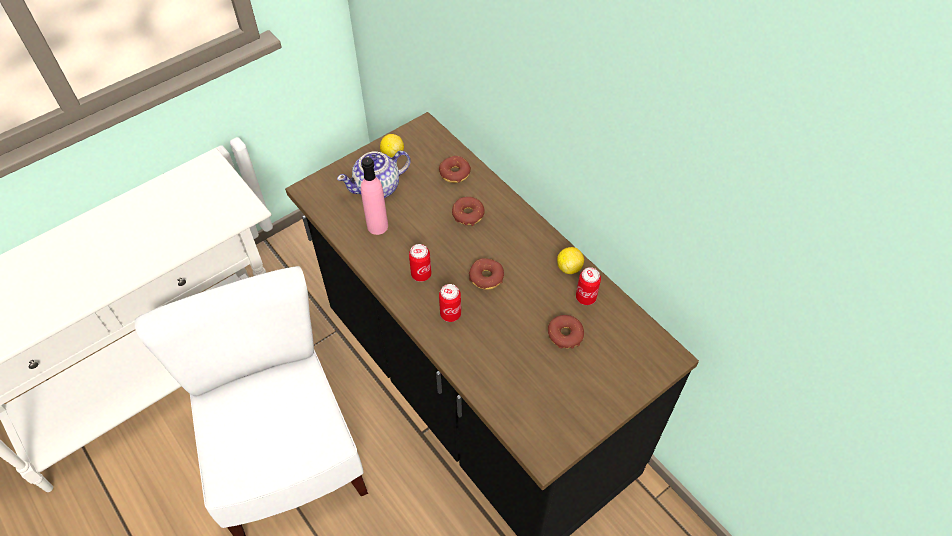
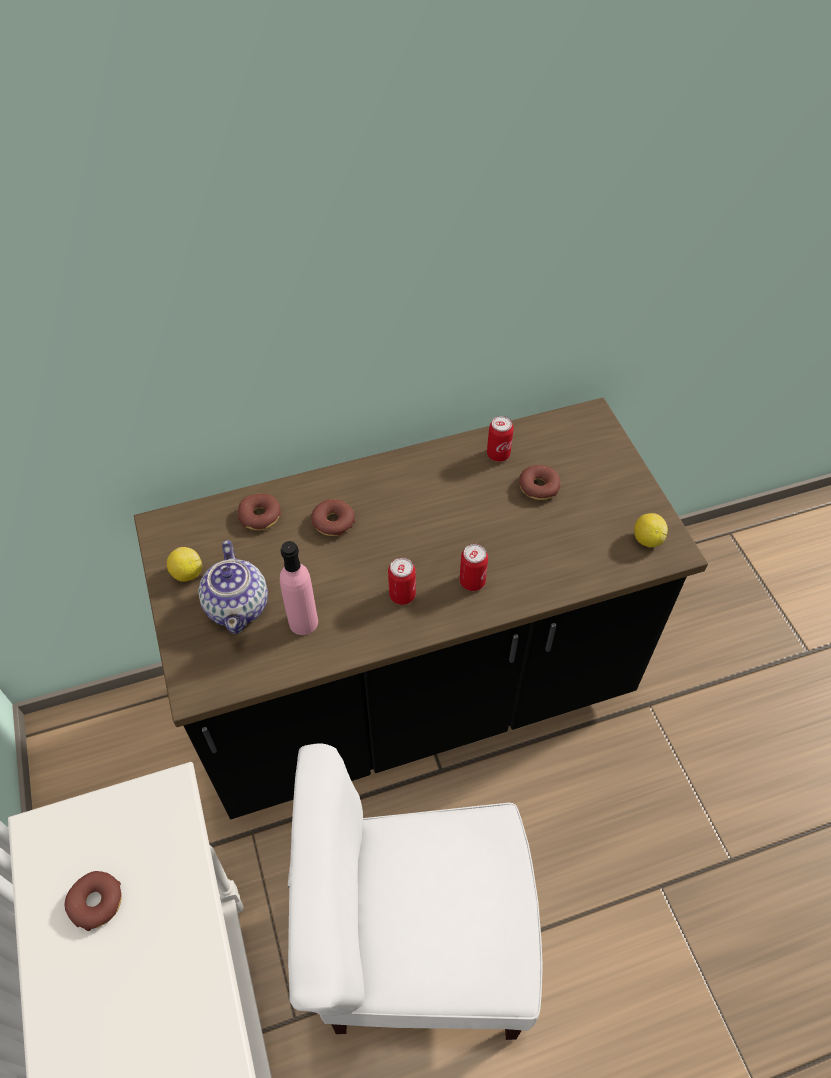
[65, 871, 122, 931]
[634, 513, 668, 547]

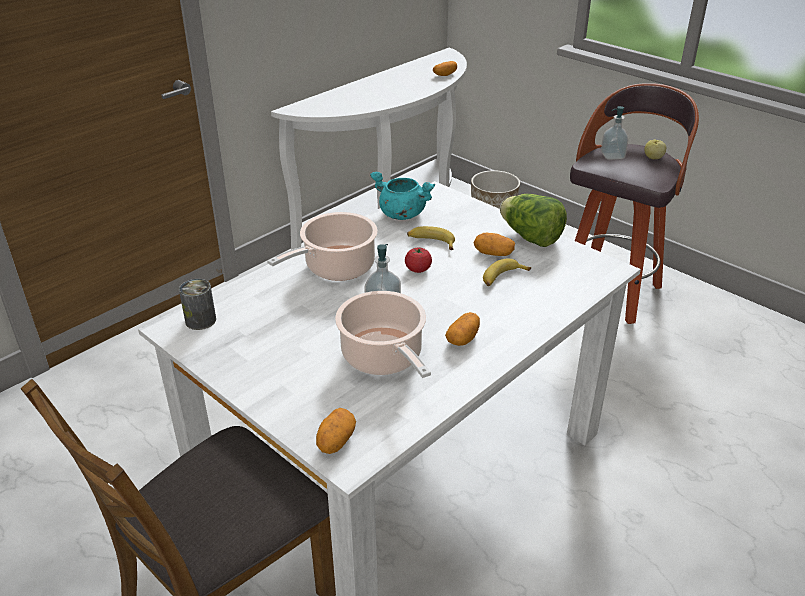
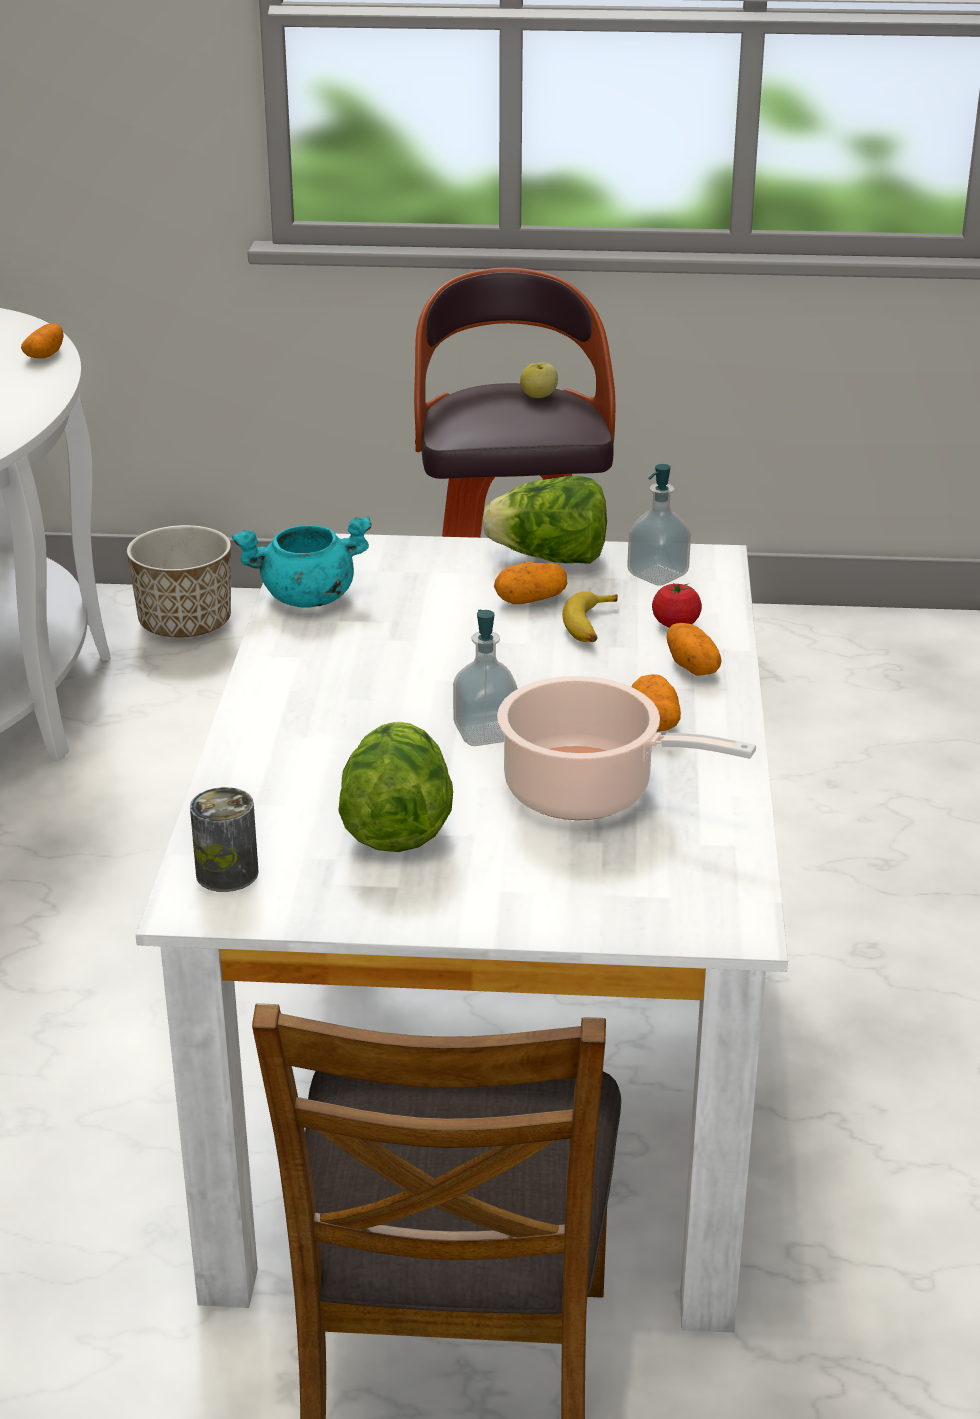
[267, 212, 378, 281] (first image)
[407, 226, 455, 250] (first image)
[338, 721, 453, 852]
[667, 623, 722, 676]
[652, 583, 702, 628]
[627, 464, 691, 586]

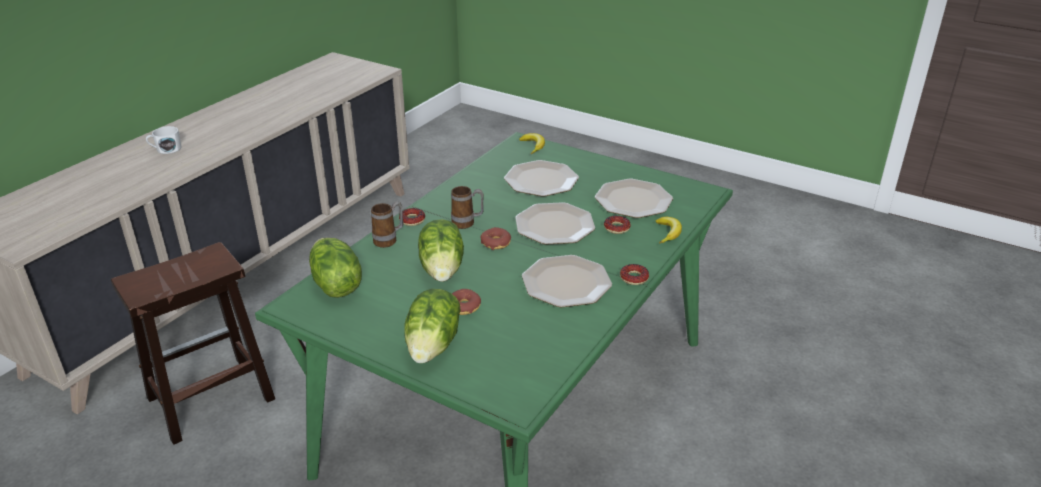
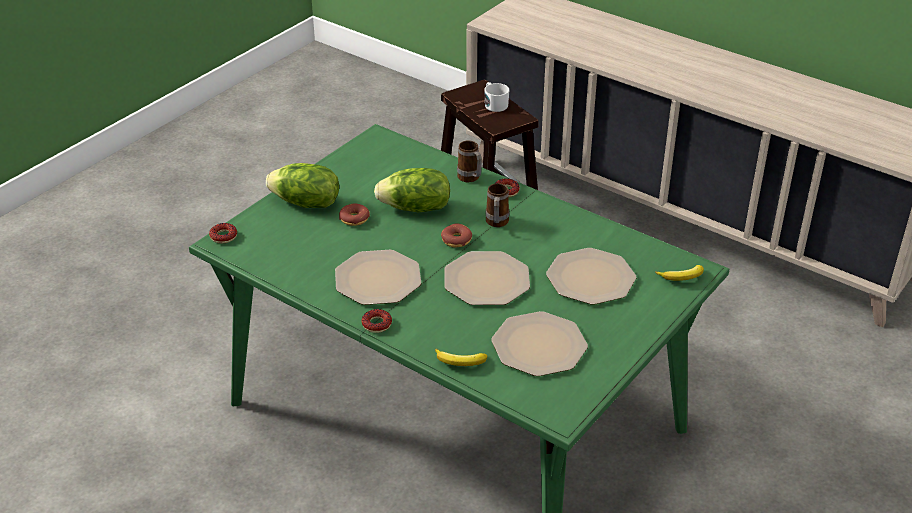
[309, 238, 362, 298] (first image)
[484, 82, 509, 112]
[209, 223, 237, 243]

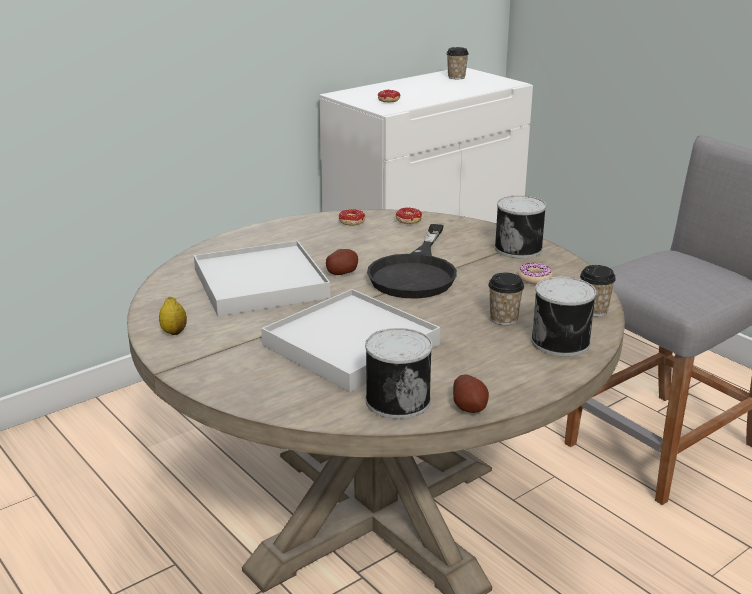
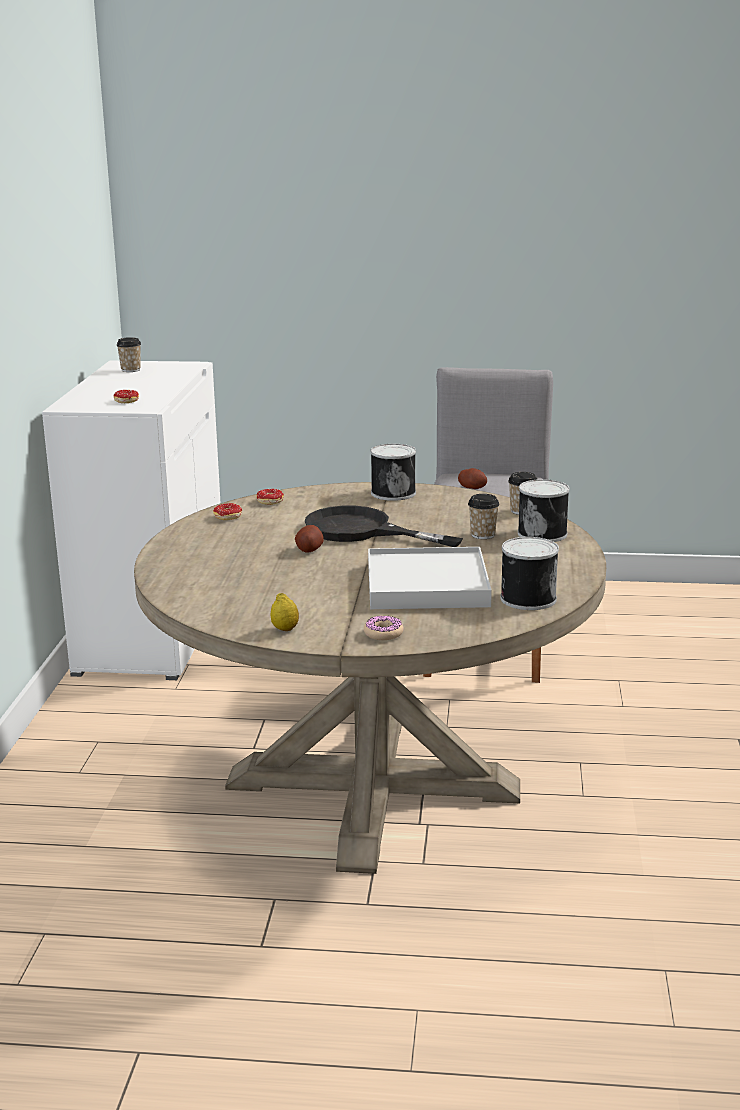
[194, 240, 330, 317] (first image)
[458, 468, 487, 489]
[364, 616, 404, 640]
[305, 506, 463, 547]

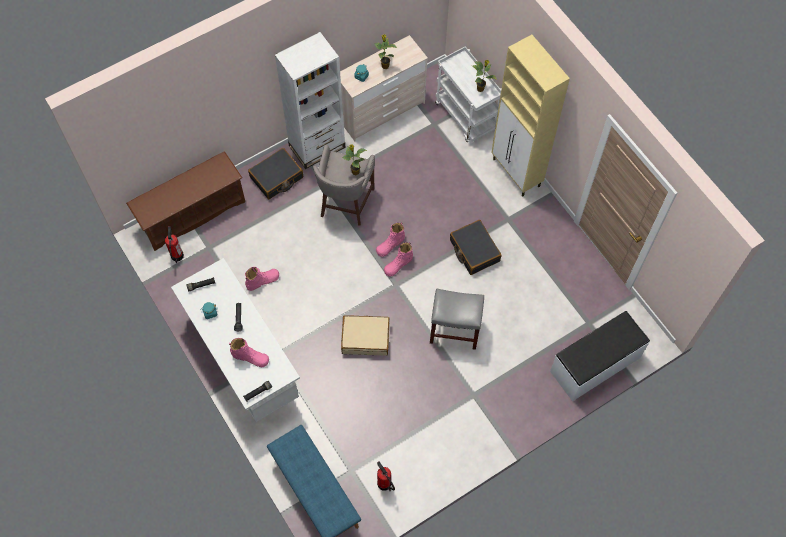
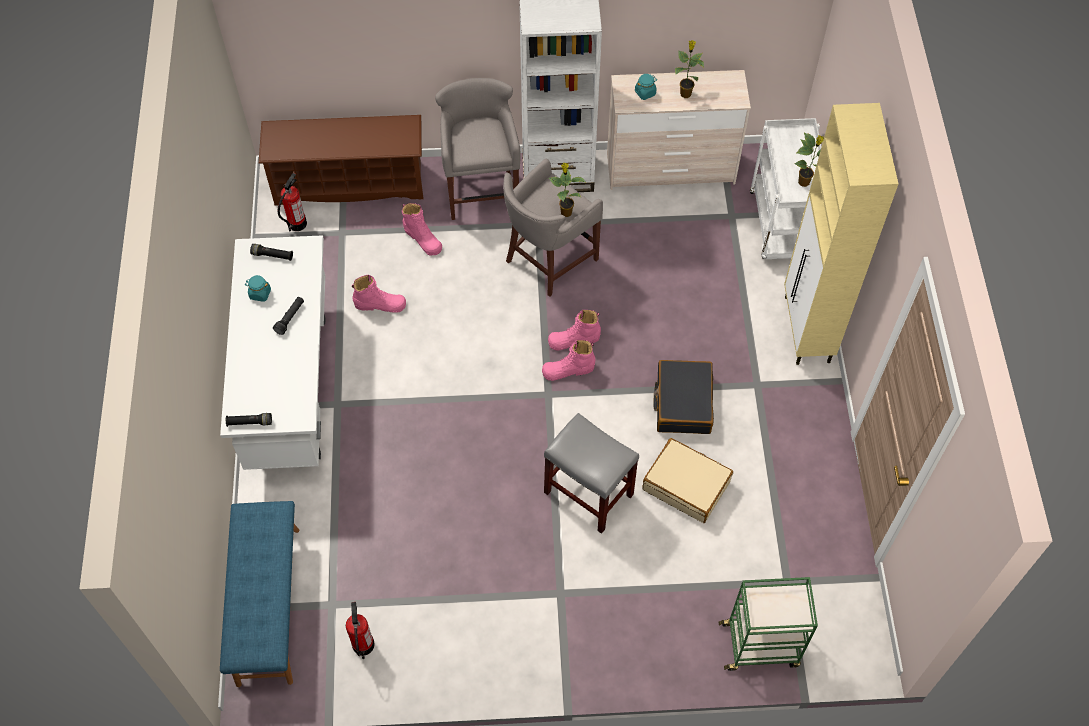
[402, 203, 442, 256]
[642, 438, 733, 523]
[435, 78, 521, 220]
[719, 577, 818, 671]

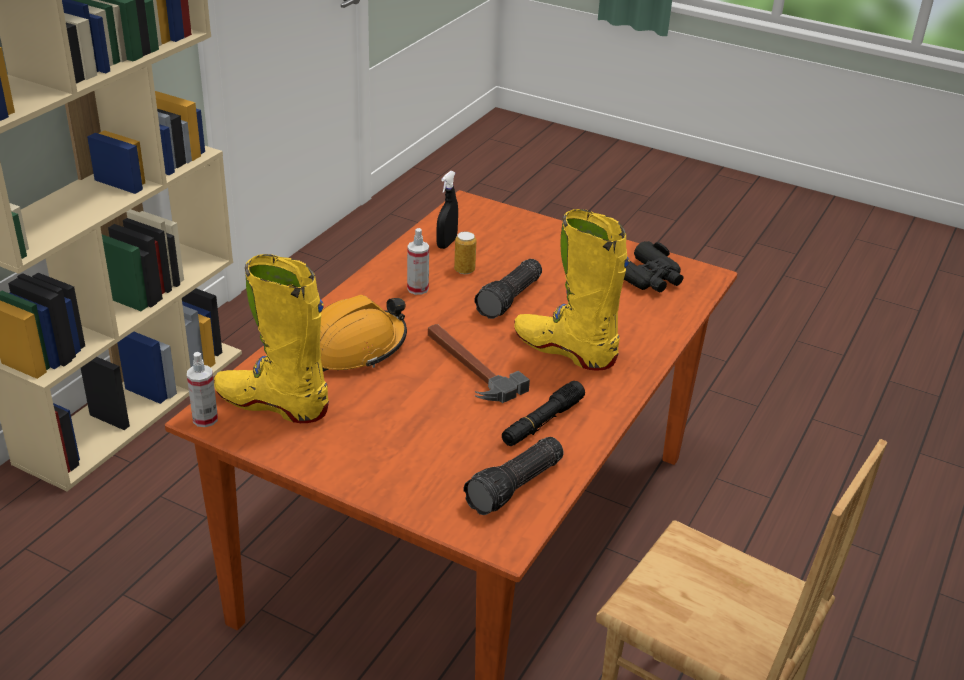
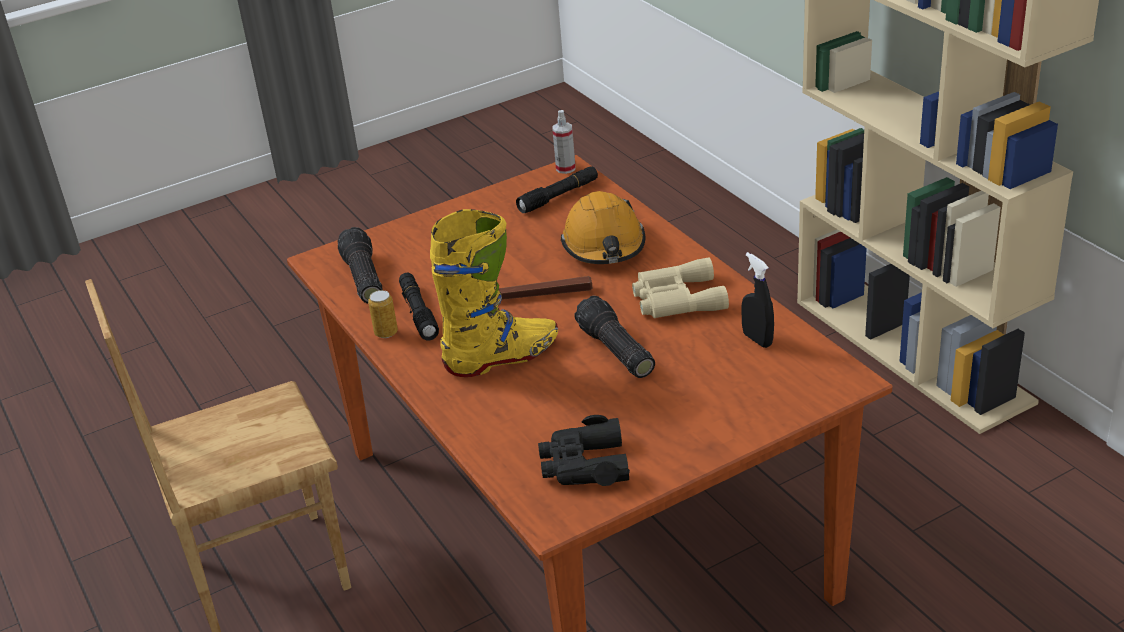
[368, 290, 398, 338]
[516, 166, 598, 213]
[632, 258, 729, 318]

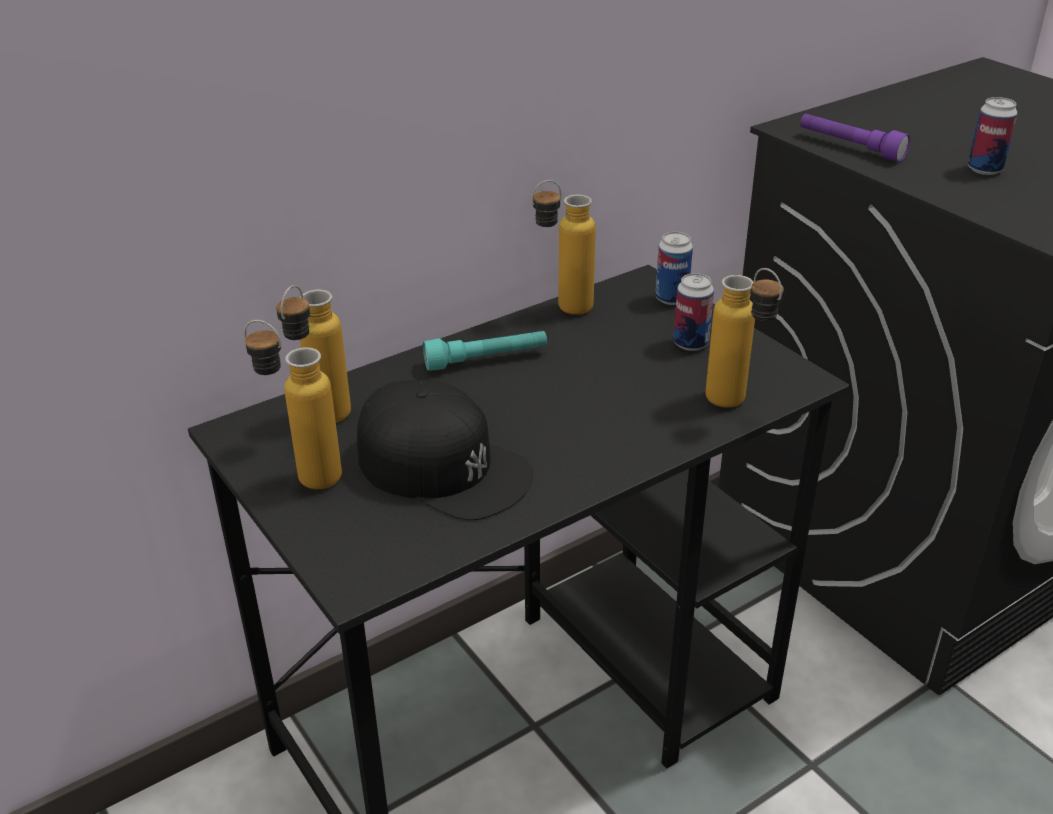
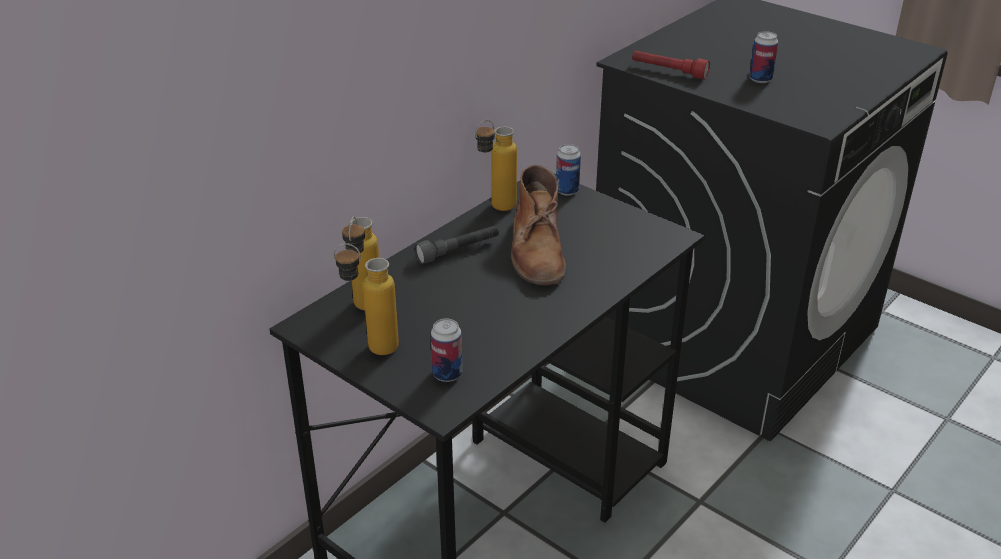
[357, 380, 533, 520] (first image)
[705, 268, 784, 408] (first image)
[511, 165, 566, 285]
[431, 318, 463, 382]
[415, 225, 499, 264]
[632, 51, 710, 79]

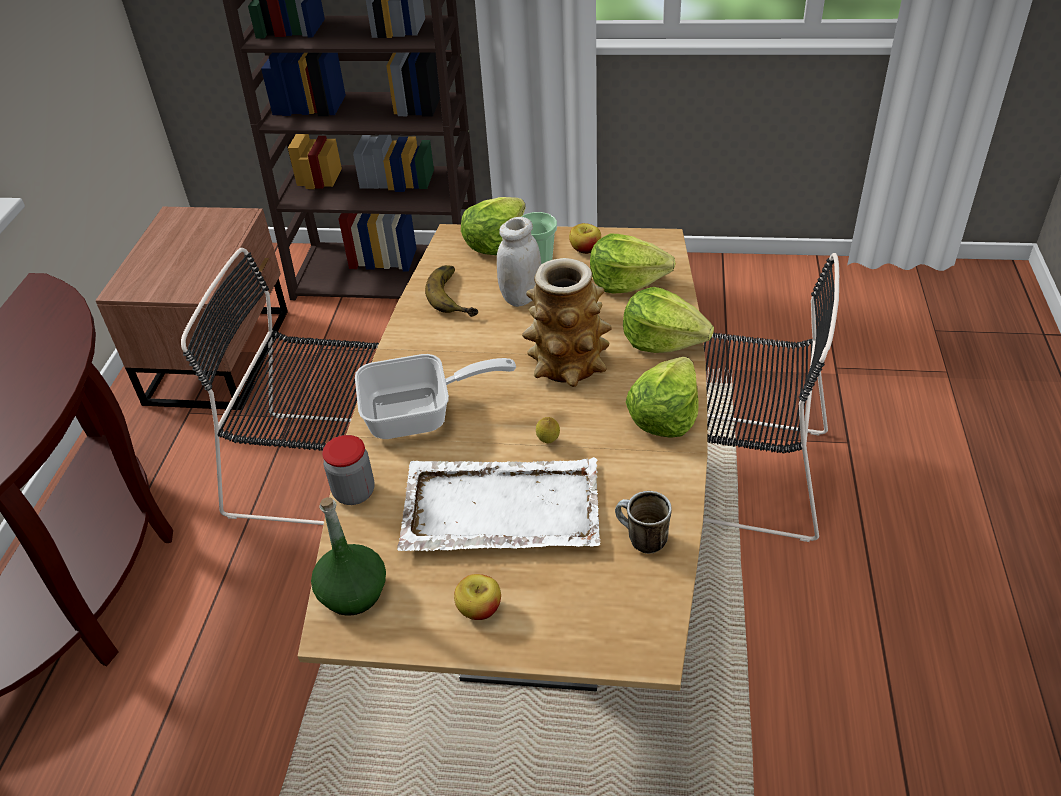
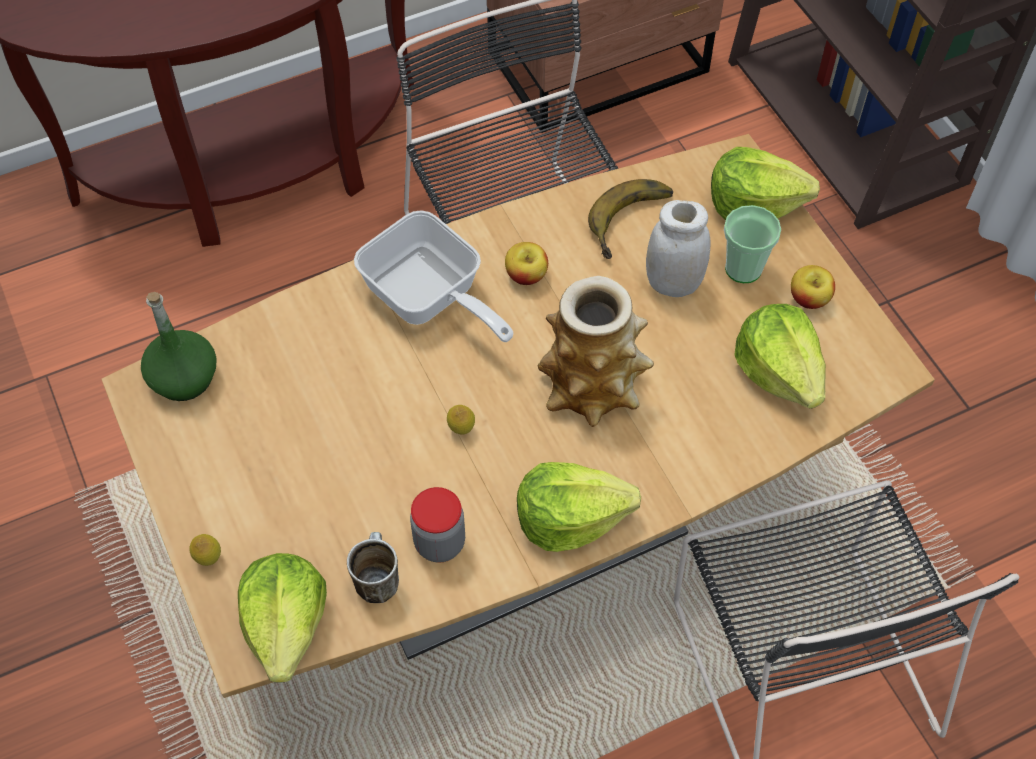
[397, 457, 601, 551] (first image)
[189, 534, 221, 566]
[410, 487, 465, 563]
[505, 242, 548, 285]
[238, 553, 327, 683]

